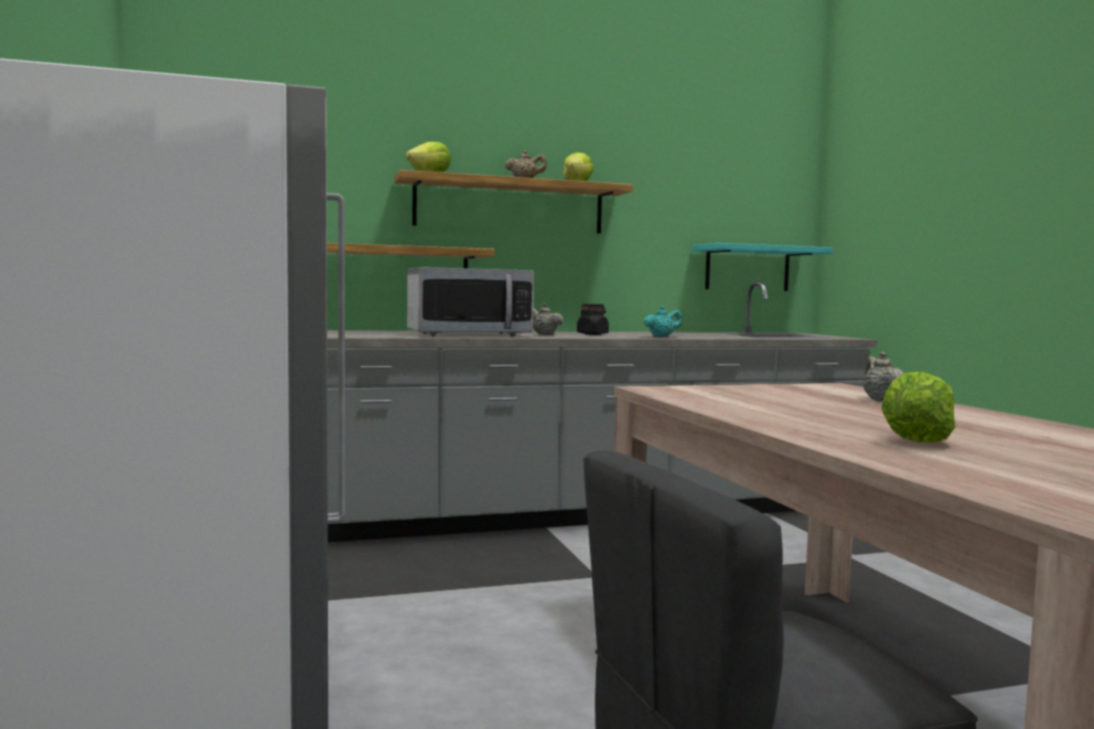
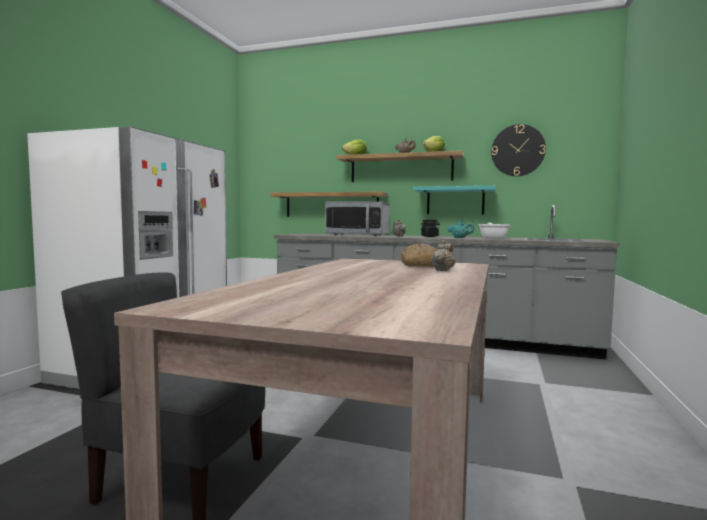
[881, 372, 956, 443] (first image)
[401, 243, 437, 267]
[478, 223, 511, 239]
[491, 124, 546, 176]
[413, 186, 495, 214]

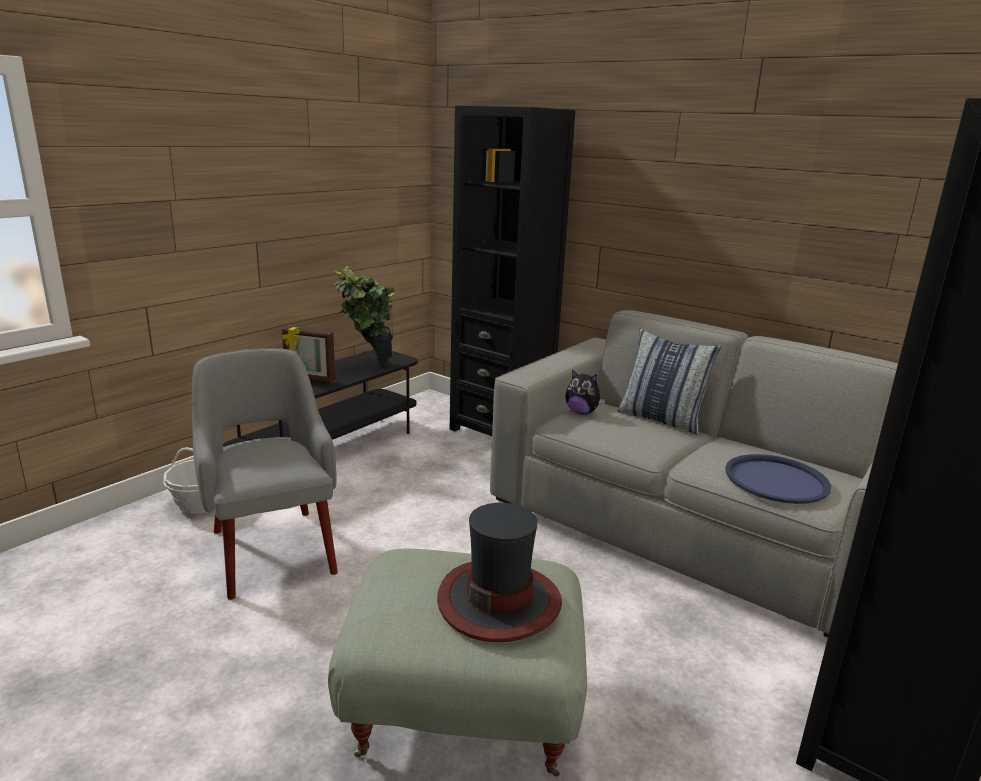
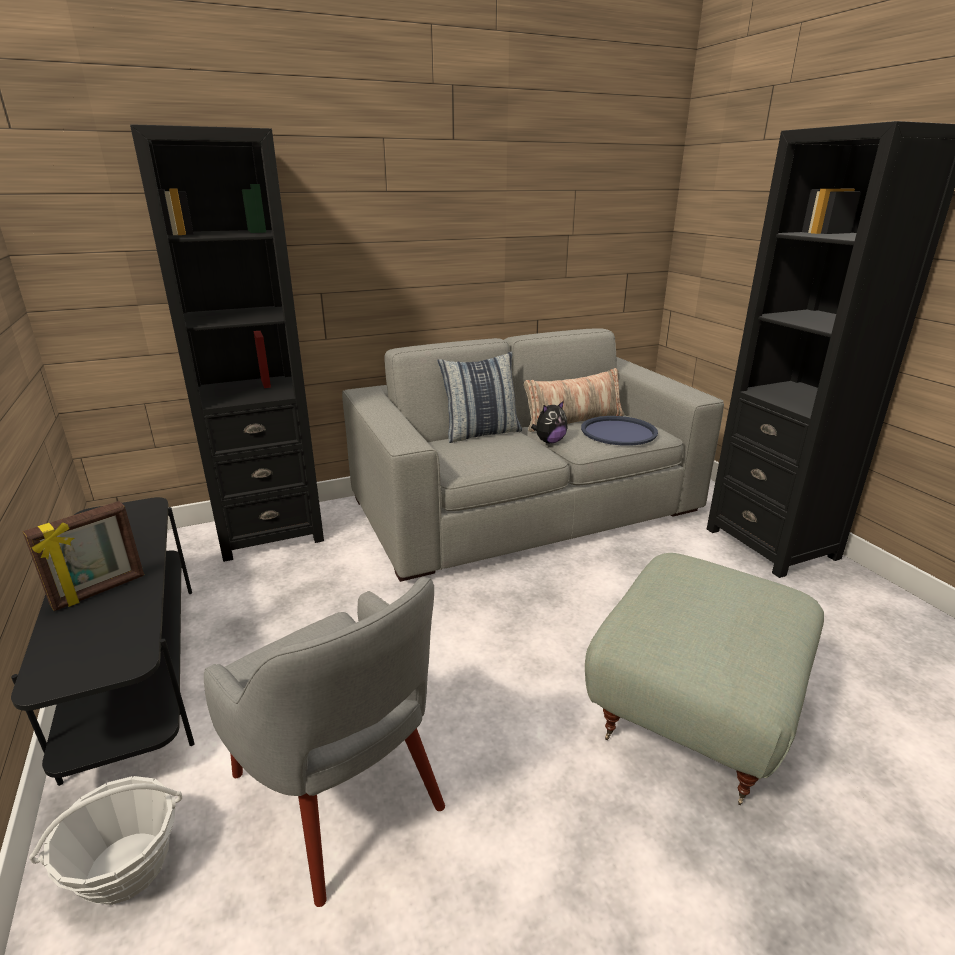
[334, 266, 395, 366] (first image)
[437, 503, 562, 642] (first image)
[524, 368, 624, 432]
[531, 401, 567, 444]
[204, 577, 445, 907]

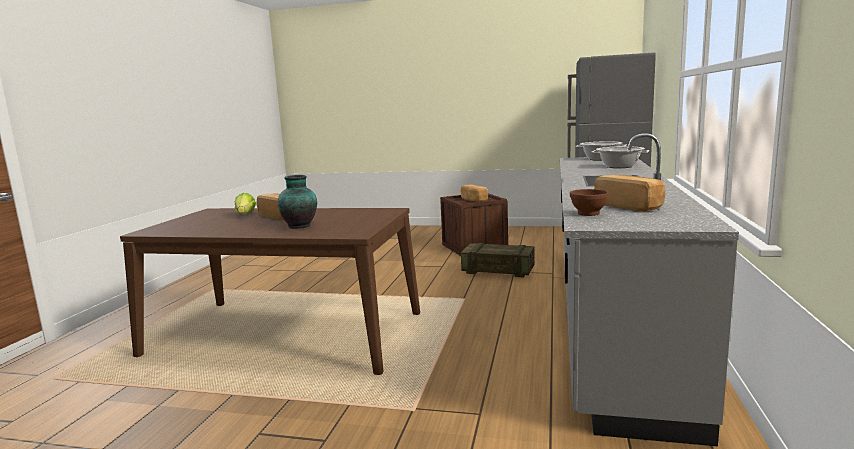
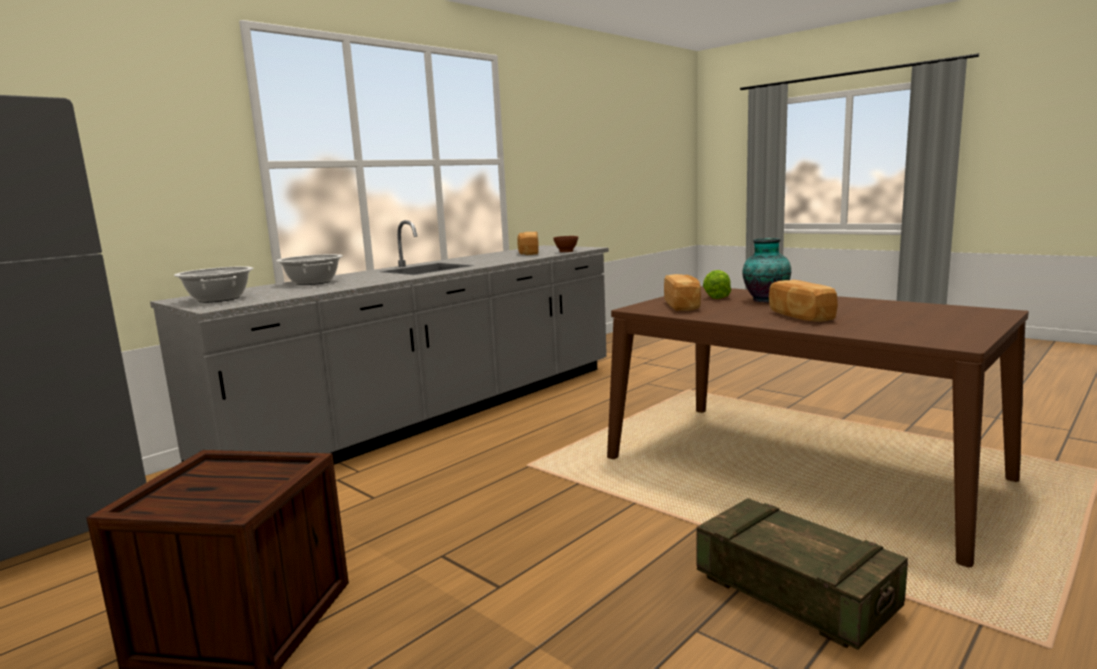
[703, 270, 731, 299]
[664, 274, 701, 311]
[696, 498, 908, 650]

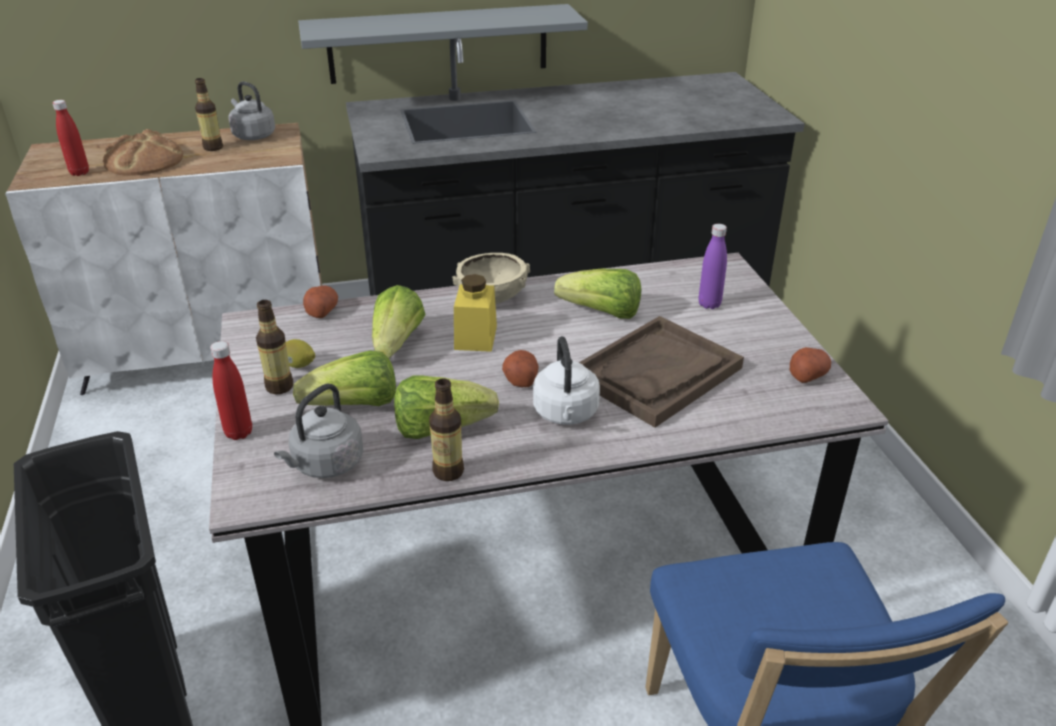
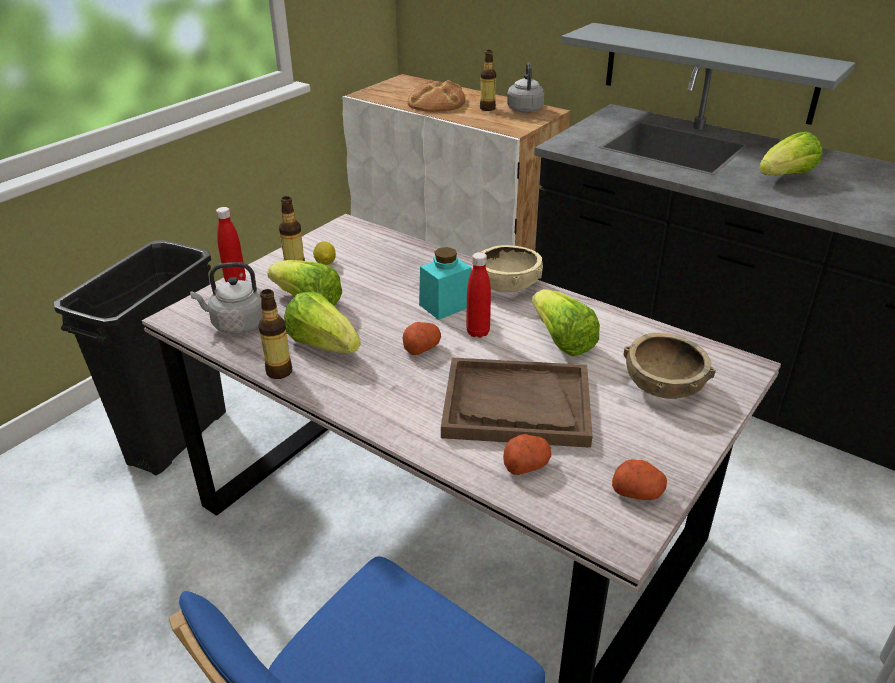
[533, 336, 600, 425] (first image)
[466, 252, 491, 338]
[503, 434, 551, 475]
[759, 132, 823, 176]
[623, 333, 716, 399]
[419, 247, 472, 320]

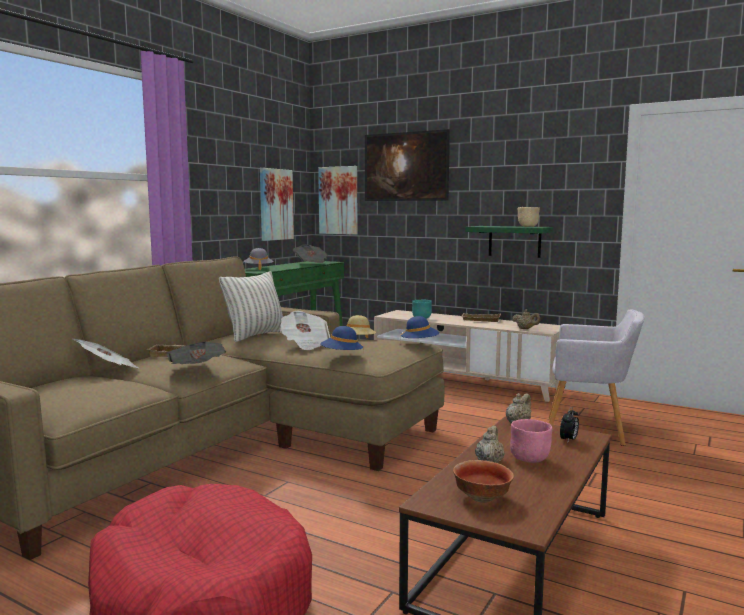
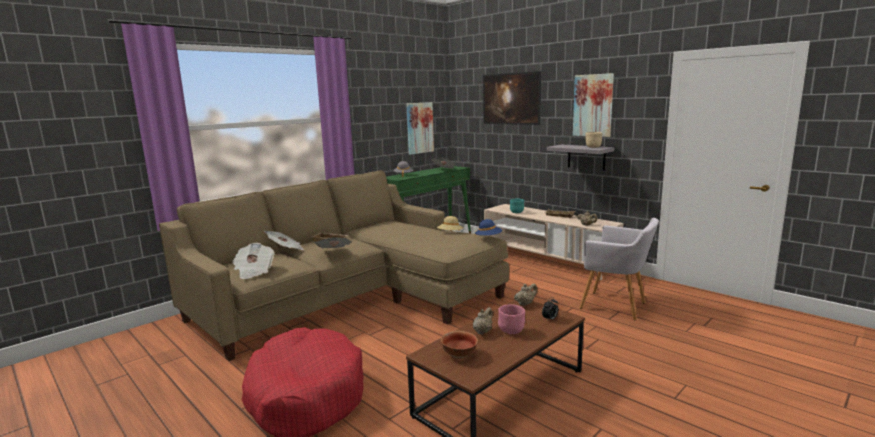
[219, 272, 283, 342] (first image)
[320, 326, 364, 355] (first image)
[232, 243, 275, 279]
[573, 73, 614, 137]
[546, 145, 615, 171]

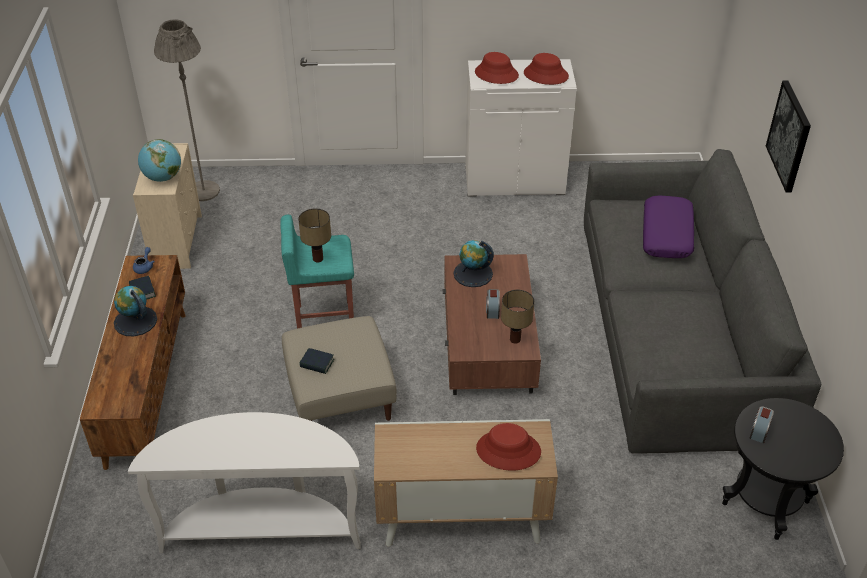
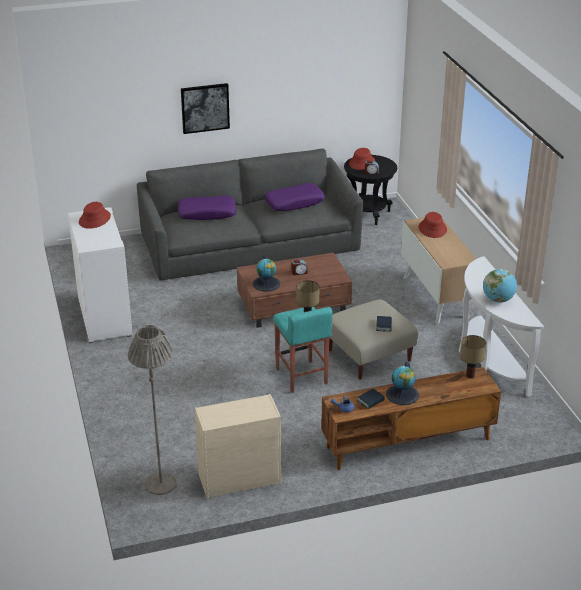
[265, 183, 325, 211]
[483, 269, 517, 303]
[349, 148, 375, 170]
[460, 335, 486, 378]

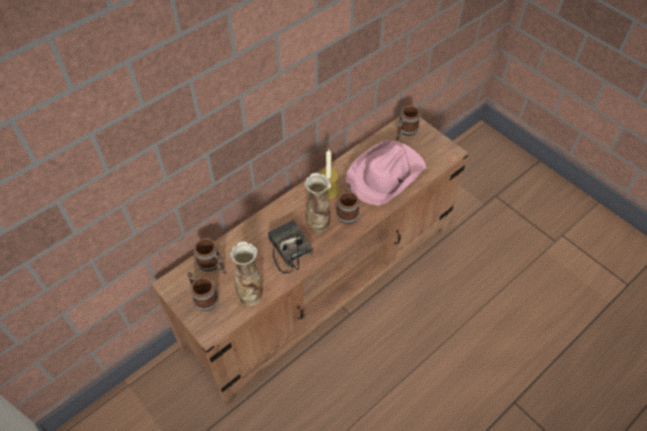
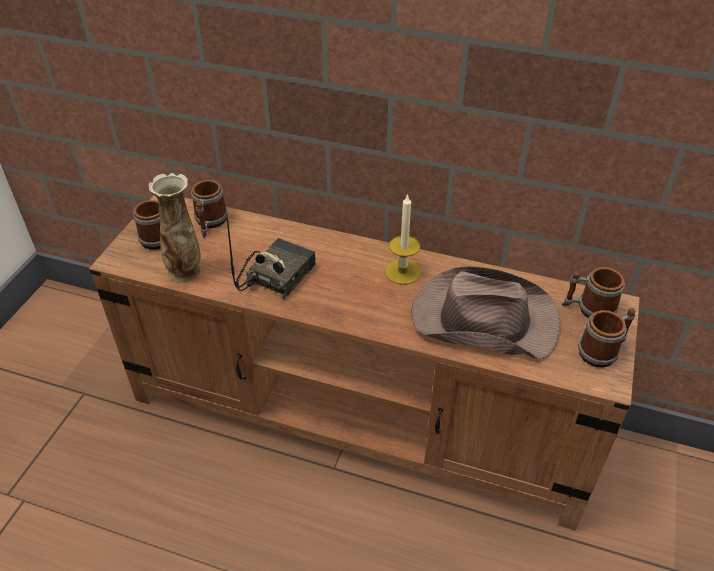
[305, 173, 331, 234] (first image)
[578, 308, 636, 368]
[411, 266, 560, 360]

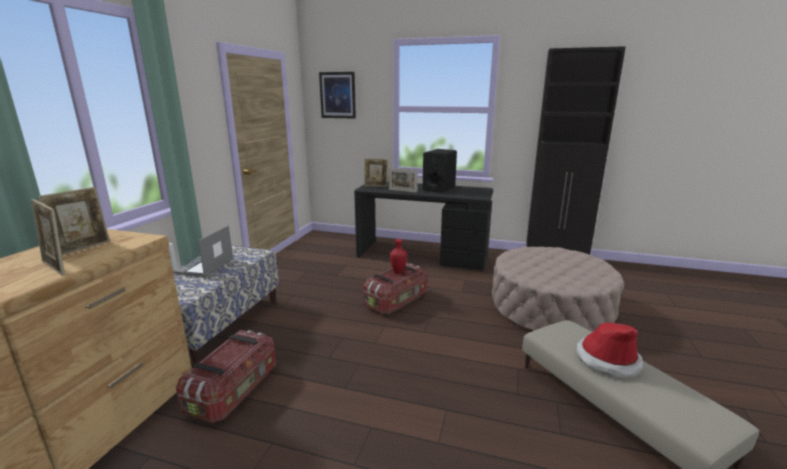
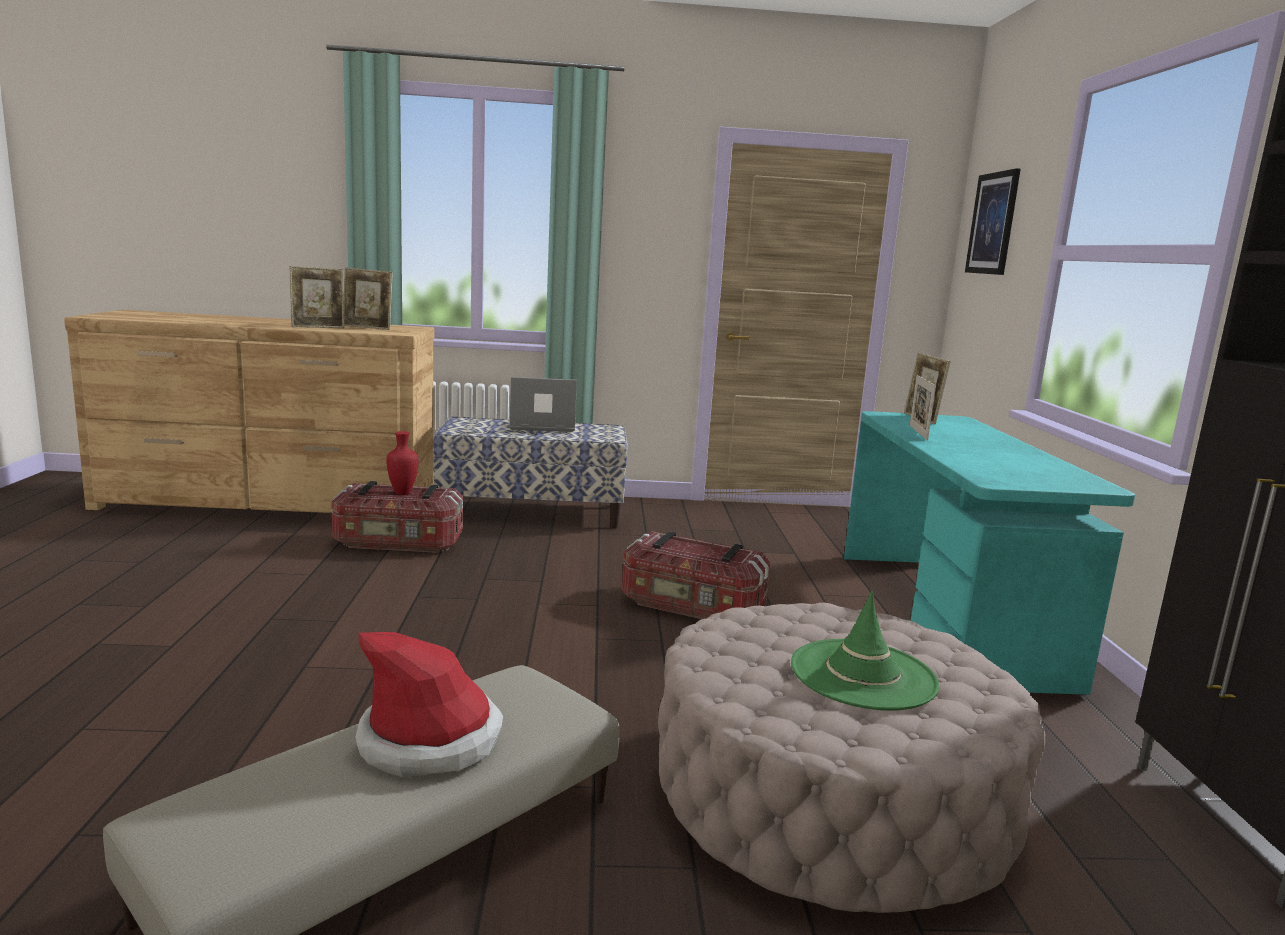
[423, 149, 457, 193] (first image)
[791, 591, 939, 711]
[386, 431, 419, 495]
[844, 411, 1135, 695]
[290, 266, 344, 328]

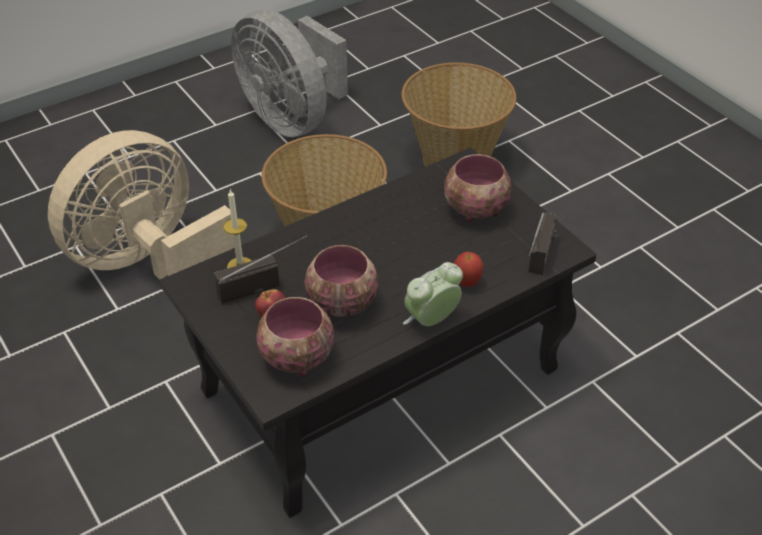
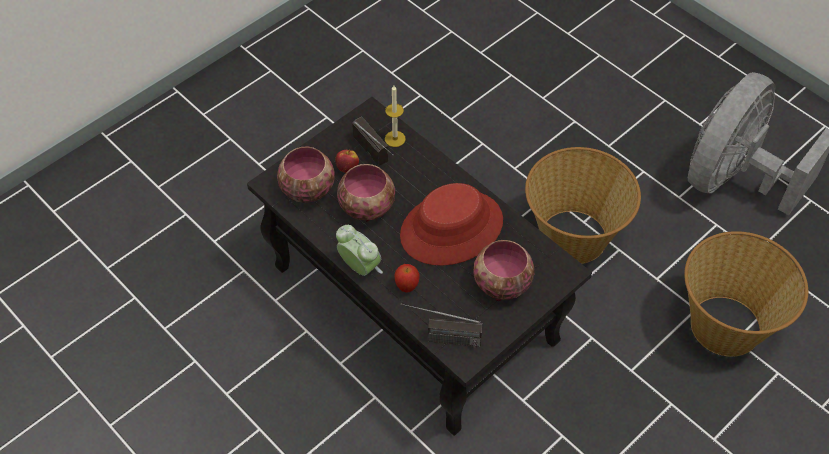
[48, 130, 235, 280] (first image)
[400, 183, 503, 266]

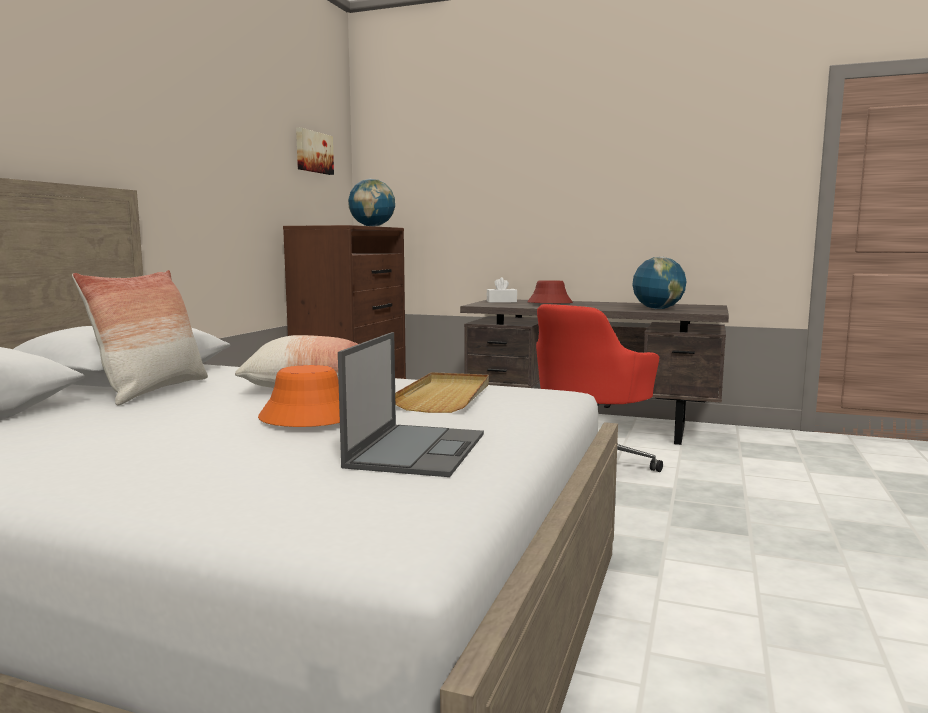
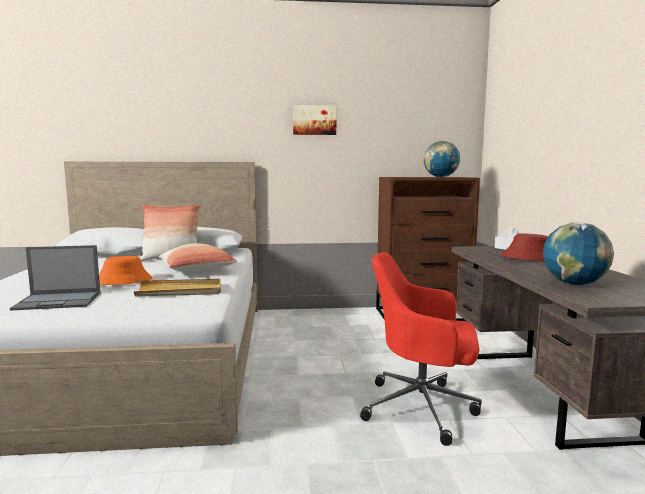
[293, 105, 337, 135]

